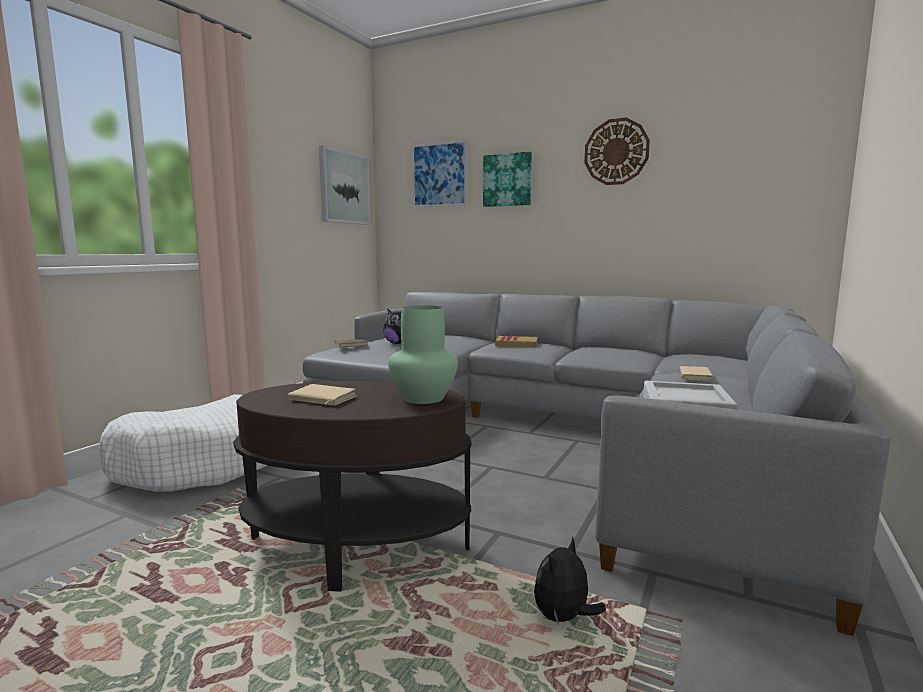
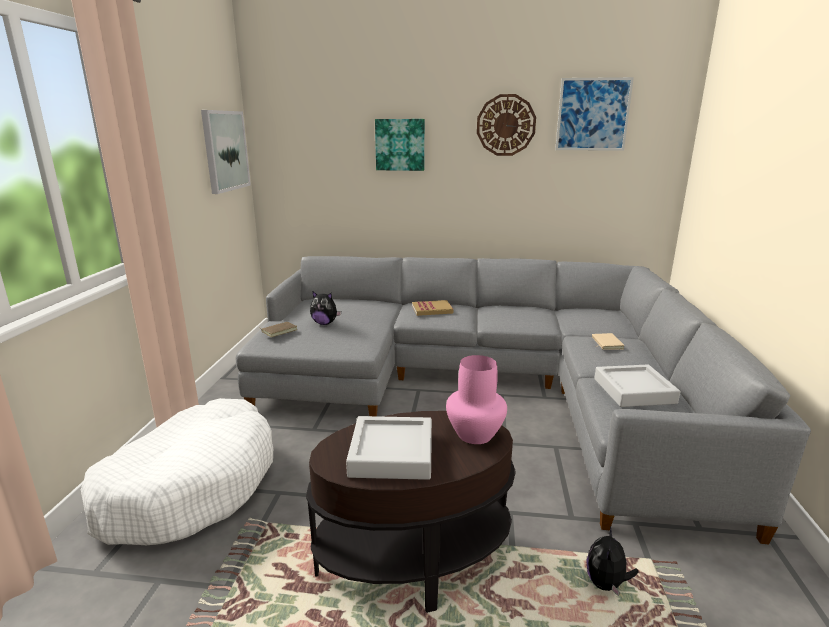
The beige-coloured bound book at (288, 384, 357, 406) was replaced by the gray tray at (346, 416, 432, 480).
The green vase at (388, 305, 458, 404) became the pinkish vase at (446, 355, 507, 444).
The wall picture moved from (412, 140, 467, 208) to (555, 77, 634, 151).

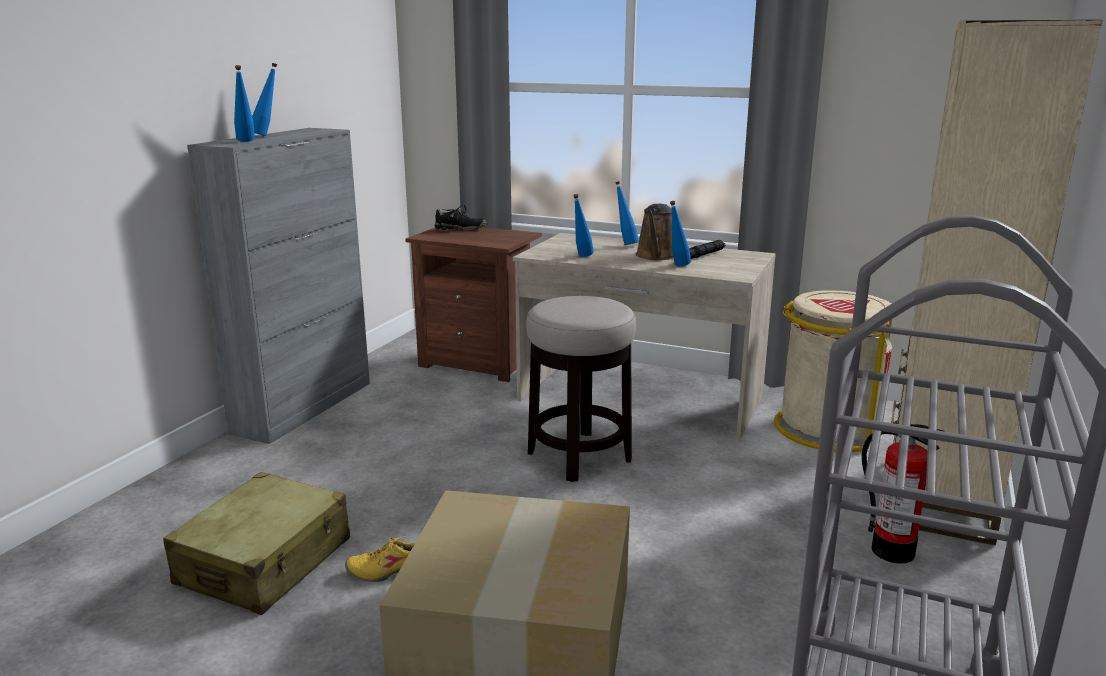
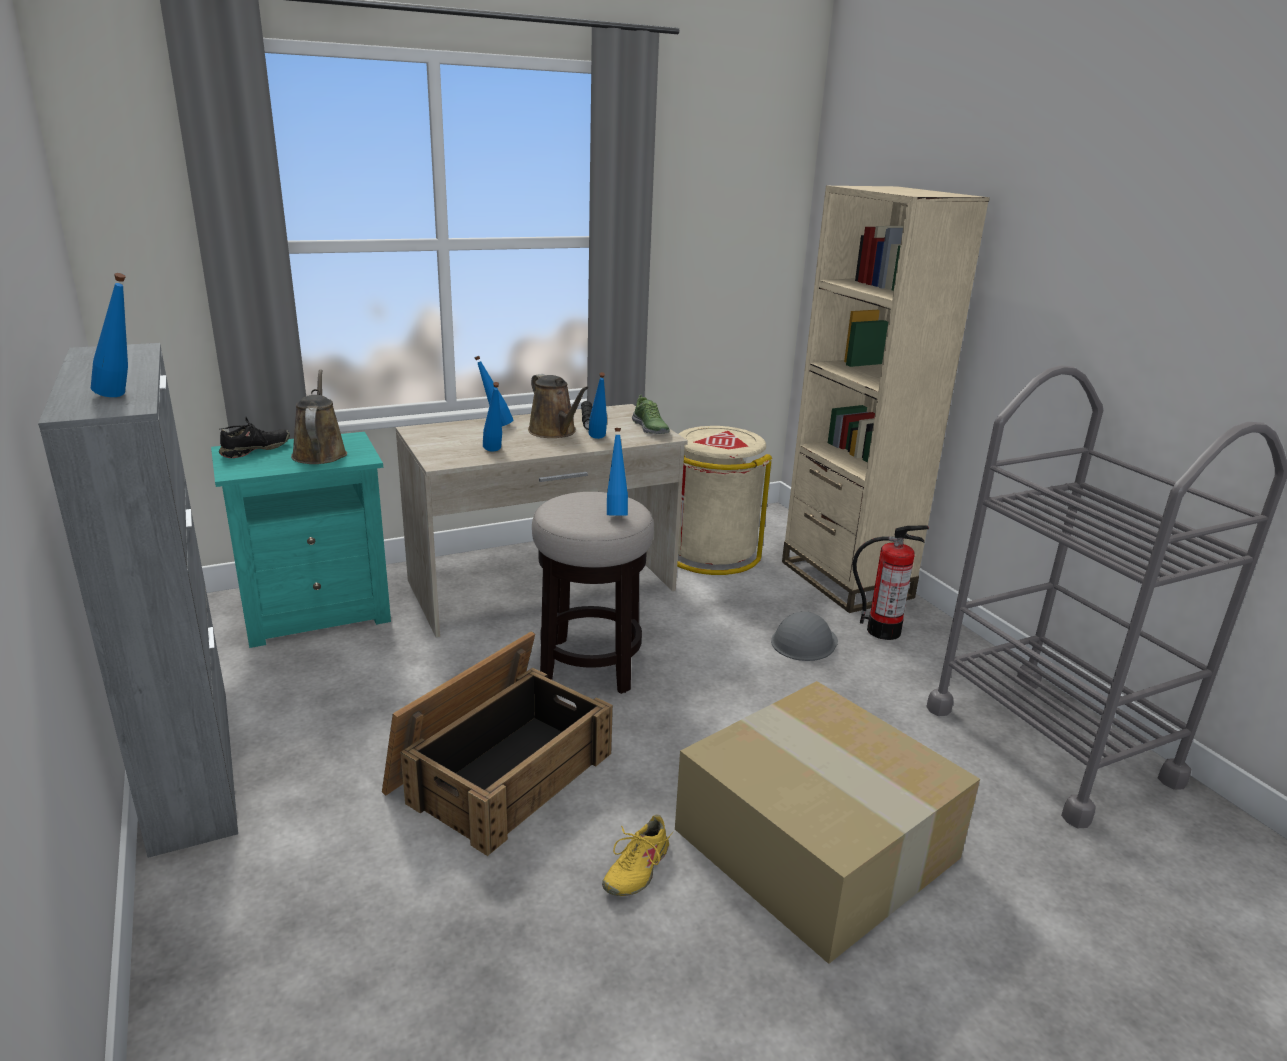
The brown-coloured bedside table at (405, 227, 542, 382) became the turquoise bedside table at (211, 432, 391, 648).
The brown-coloured watering can at (291, 369, 347, 464) appeared.
The shipping crate at (382, 631, 613, 856) appeared.
The blue drink bottle moved from (252, 63, 277, 136) to (607, 428, 628, 516).
The low shoe at (632, 395, 670, 434) appeared.
The gray safety helmet at (771, 611, 838, 661) appeared.
The beige-coloured travel case at (163, 472, 350, 615) disappeared.

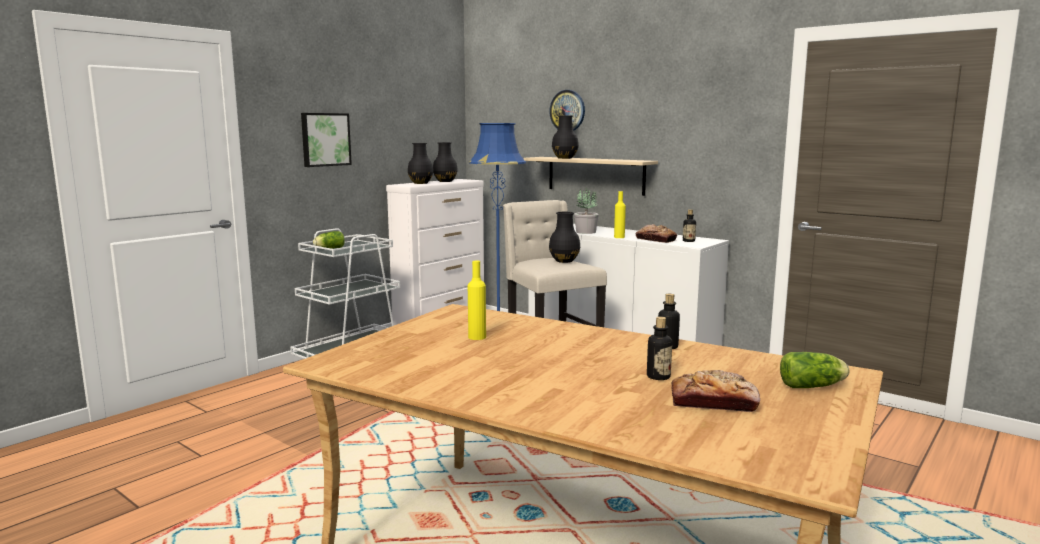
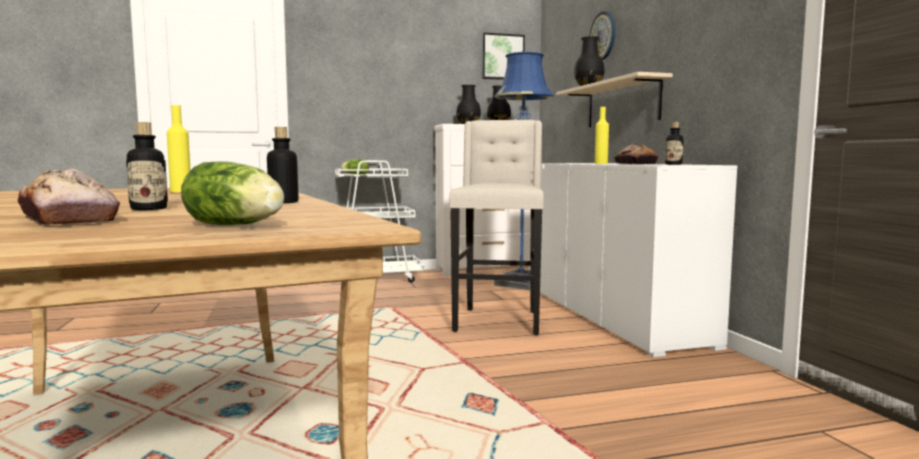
The wall picture moved from (301, 113, 352, 167) to (482, 32, 525, 80).
The blackish vase at (549, 212, 580, 263) disappeared.
The houseplant at (574, 188, 599, 234) disappeared.

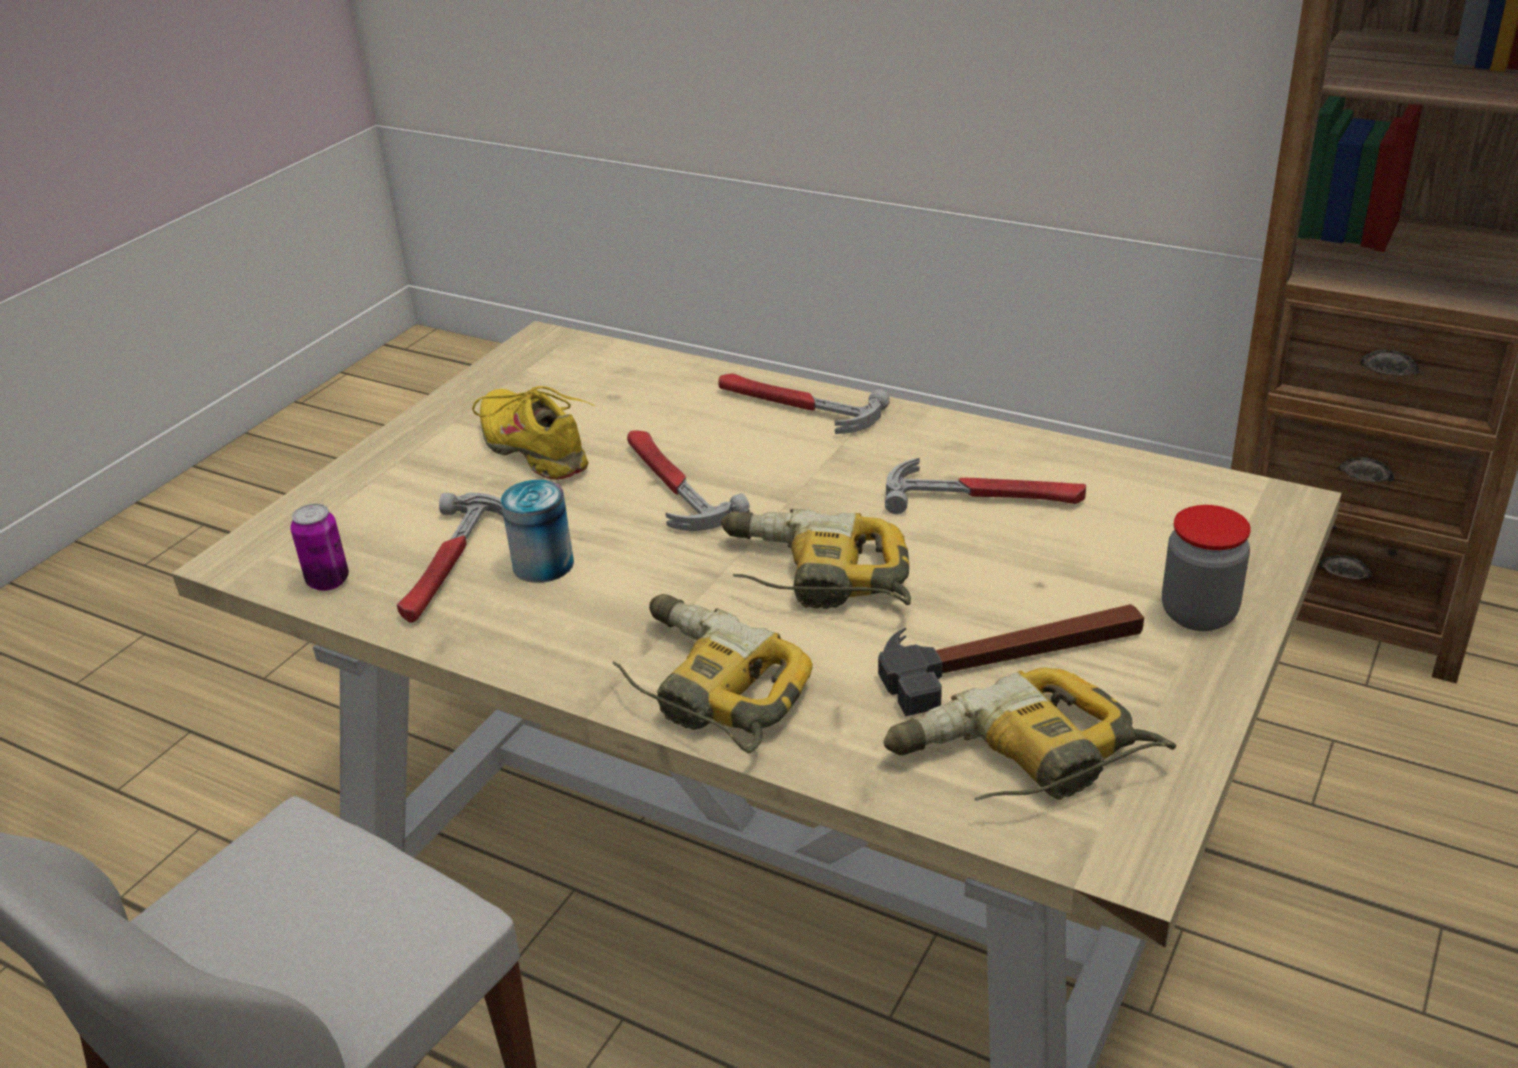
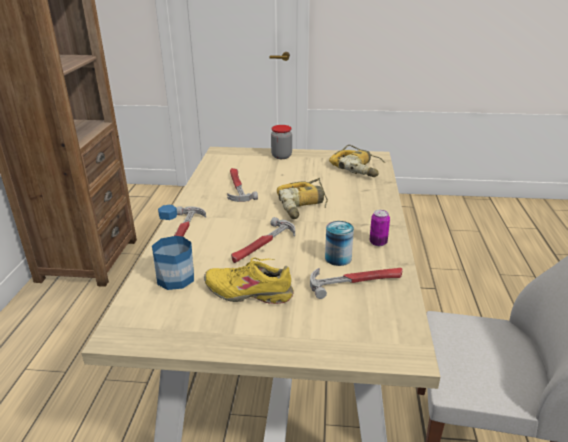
The drink bottle at (152, 205, 194, 290) appeared.
The yellow low shoe at (472, 386, 596, 480) turned 75 degrees clockwise.
The metal can moved from (290, 504, 349, 591) to (370, 210, 390, 246).
The power drill at (612, 594, 813, 753) disappeared.
The tool hammer at (878, 604, 1144, 716) disappeared.

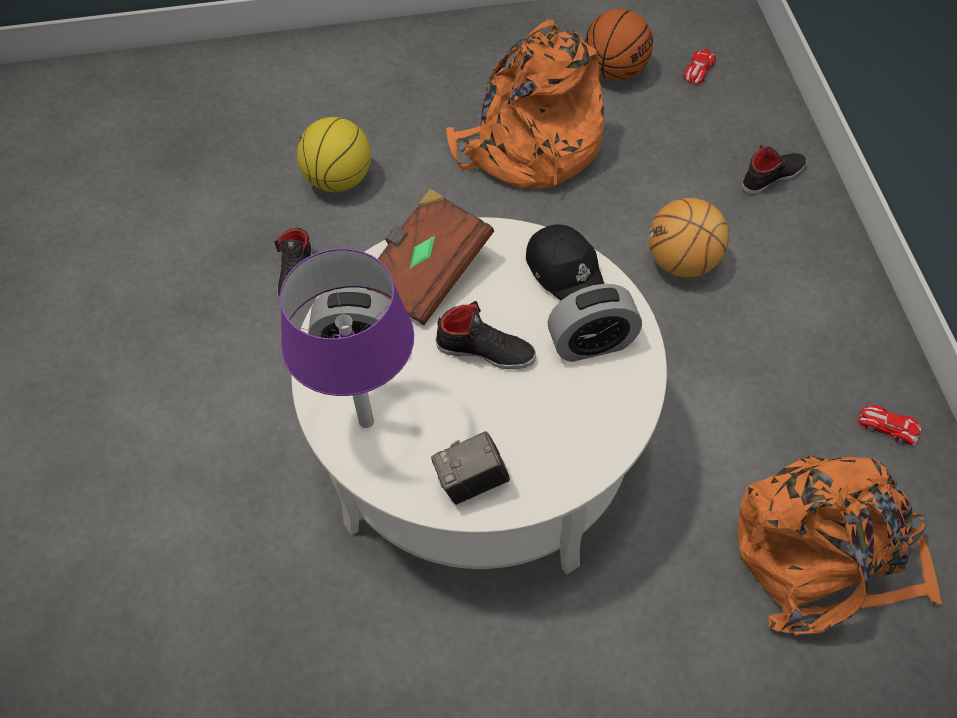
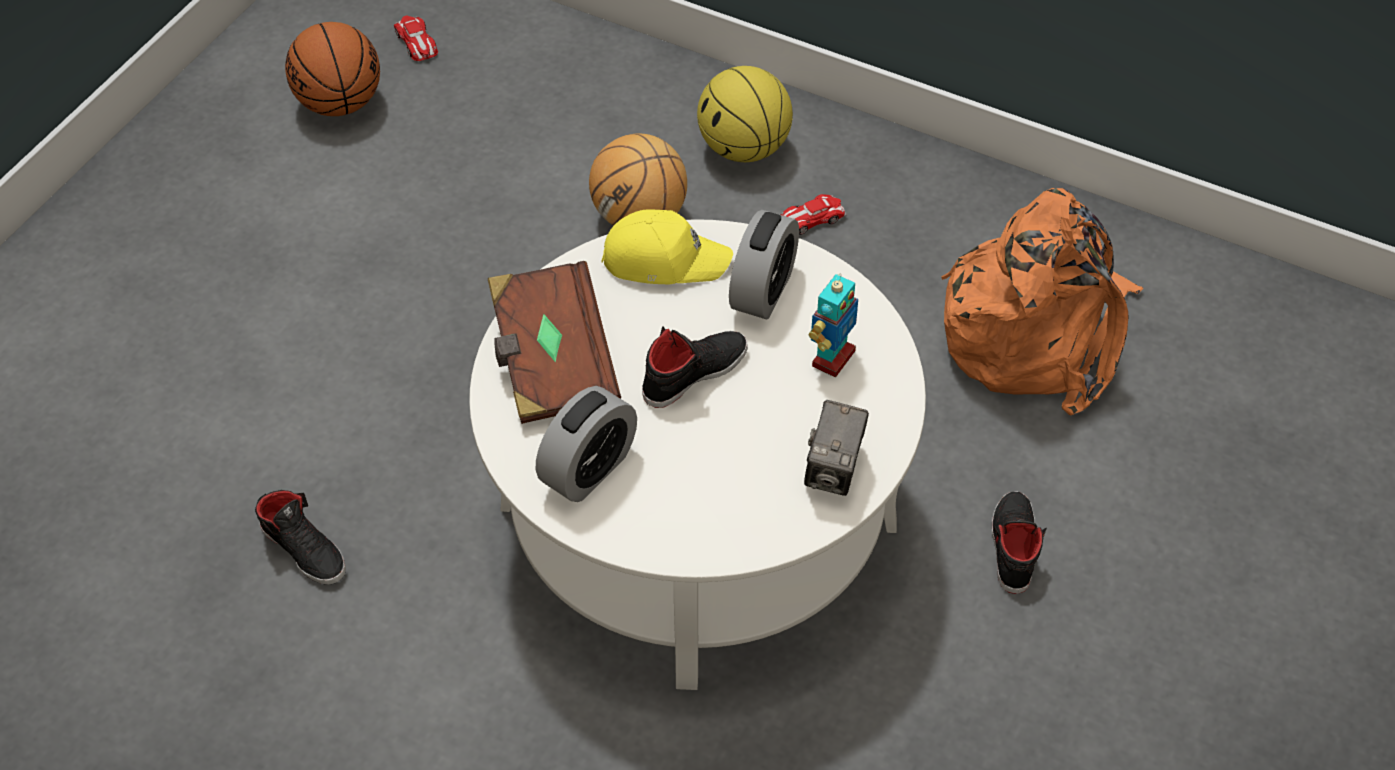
The blackish peaked cap at (526, 224, 604, 301) became the yellow peaked cap at (602, 210, 733, 284).
The ball for basketball moved from (297, 117, 371, 192) to (697, 66, 793, 162).
The model car moved from (858, 405, 921, 446) to (781, 194, 847, 235).
The robot figure at (809, 273, 858, 378) appeared.
The blackish low shoe moved from (742, 144, 807, 195) to (992, 491, 1047, 594).
The purplish table lamp at (280, 248, 414, 428) disappeared.
The orangey rucksack at (446, 20, 605, 189) disappeared.

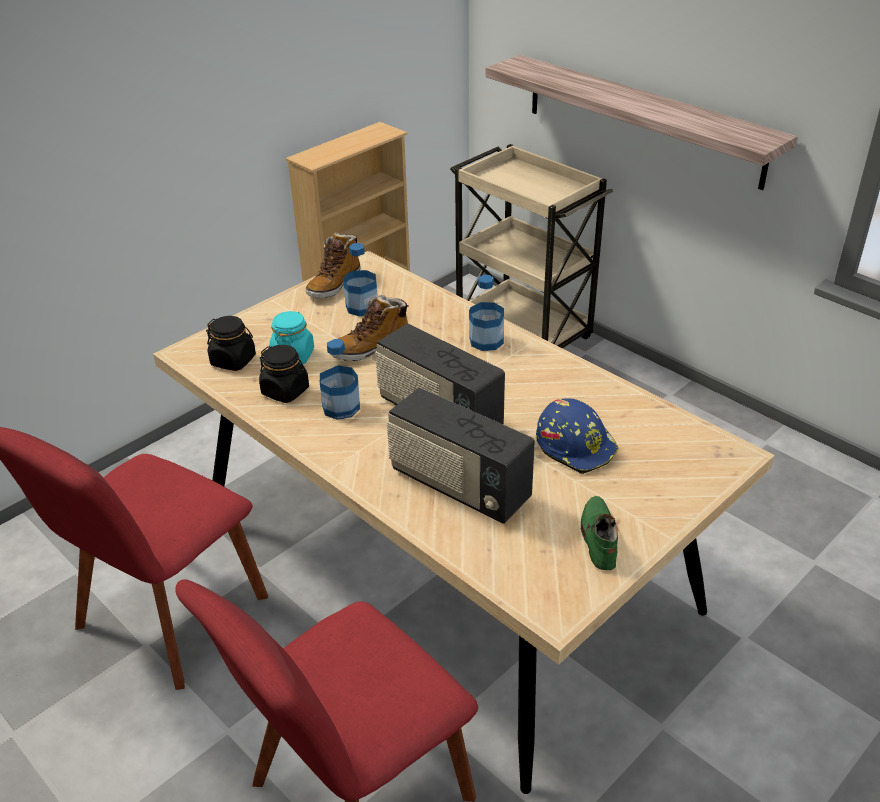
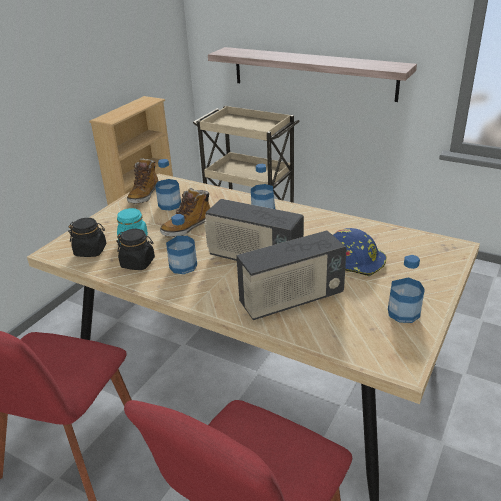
The radio at (387, 388, 535, 524) turned 45 degrees counterclockwise.
The green low shoe at (581, 496, 618, 570) was replaced by the drink bottle at (388, 255, 425, 323).

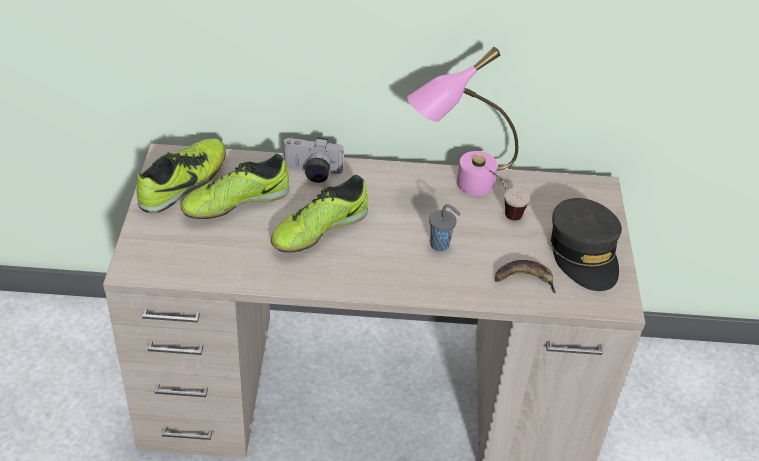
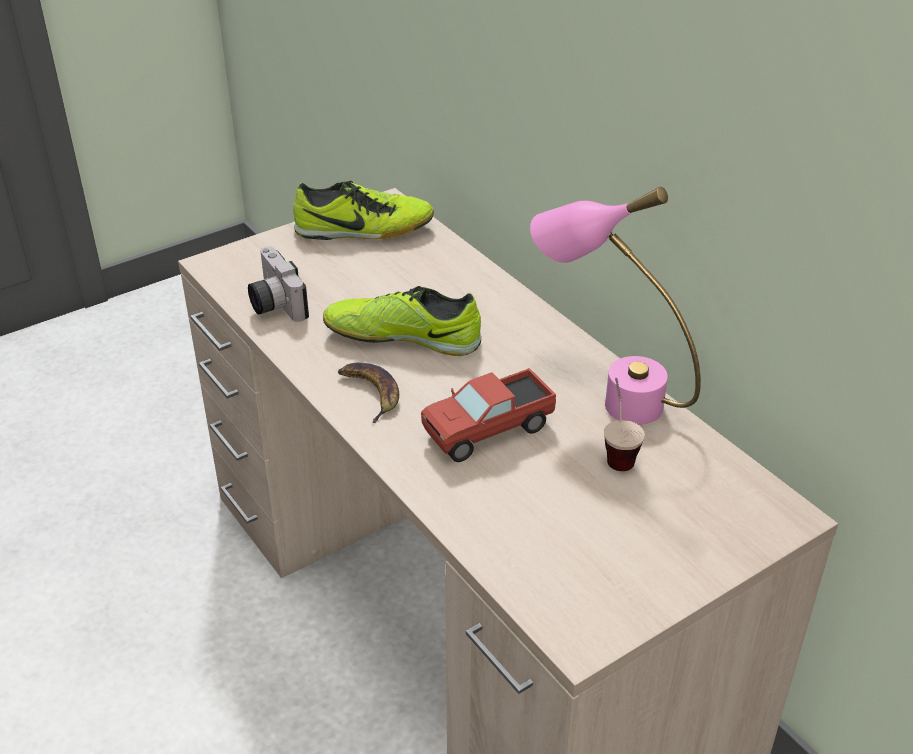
The still camera moved from (282, 138, 344, 183) to (248, 247, 309, 322).
The banana moved from (495, 260, 556, 293) to (338, 363, 399, 423).
The gray drinking cup at (429, 204, 461, 251) was replaced by the toy truck at (421, 368, 556, 462).
The low shoe at (181, 154, 289, 219) disappeared.
The gray peaked cap at (550, 198, 622, 291) disappeared.

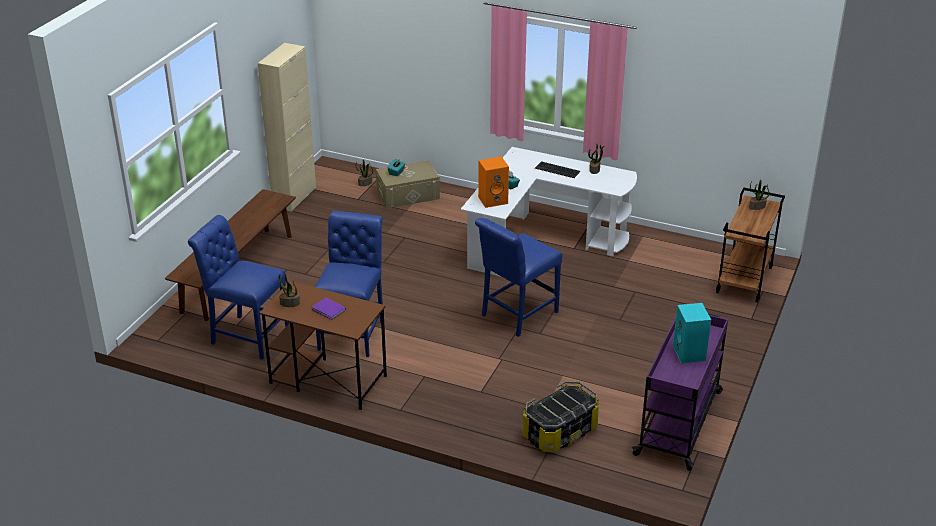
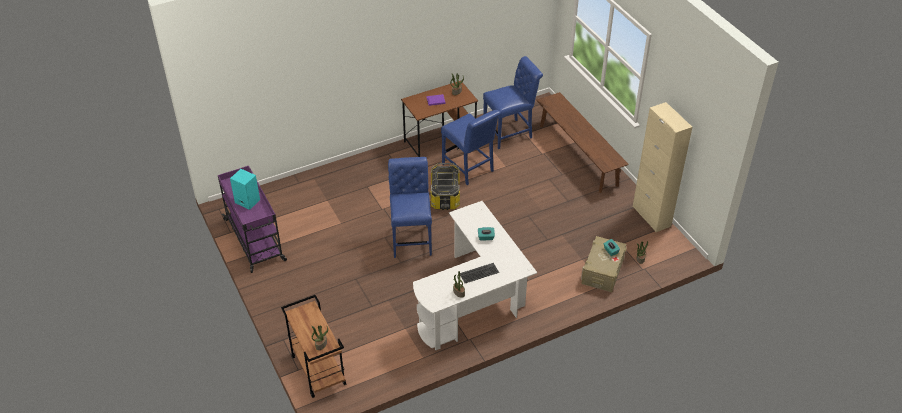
The storage box moved from (522, 381, 599, 453) to (431, 163, 460, 210).
The orangey audio speaker at (478, 157, 509, 208) disappeared.

